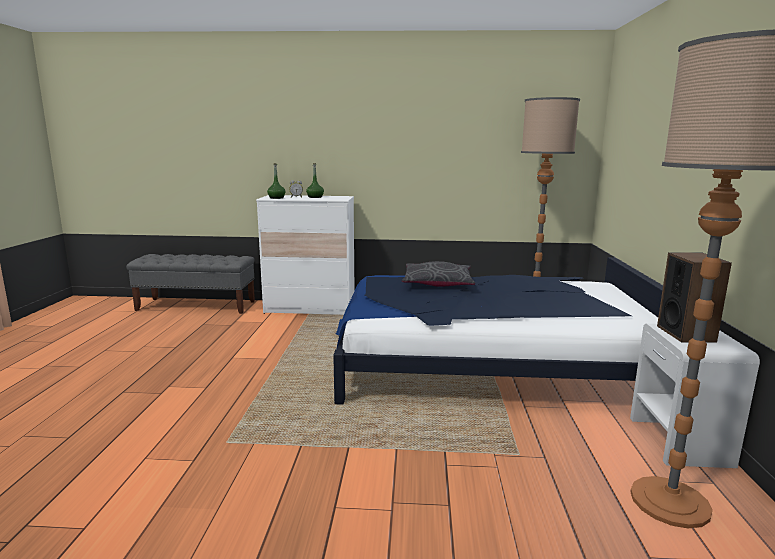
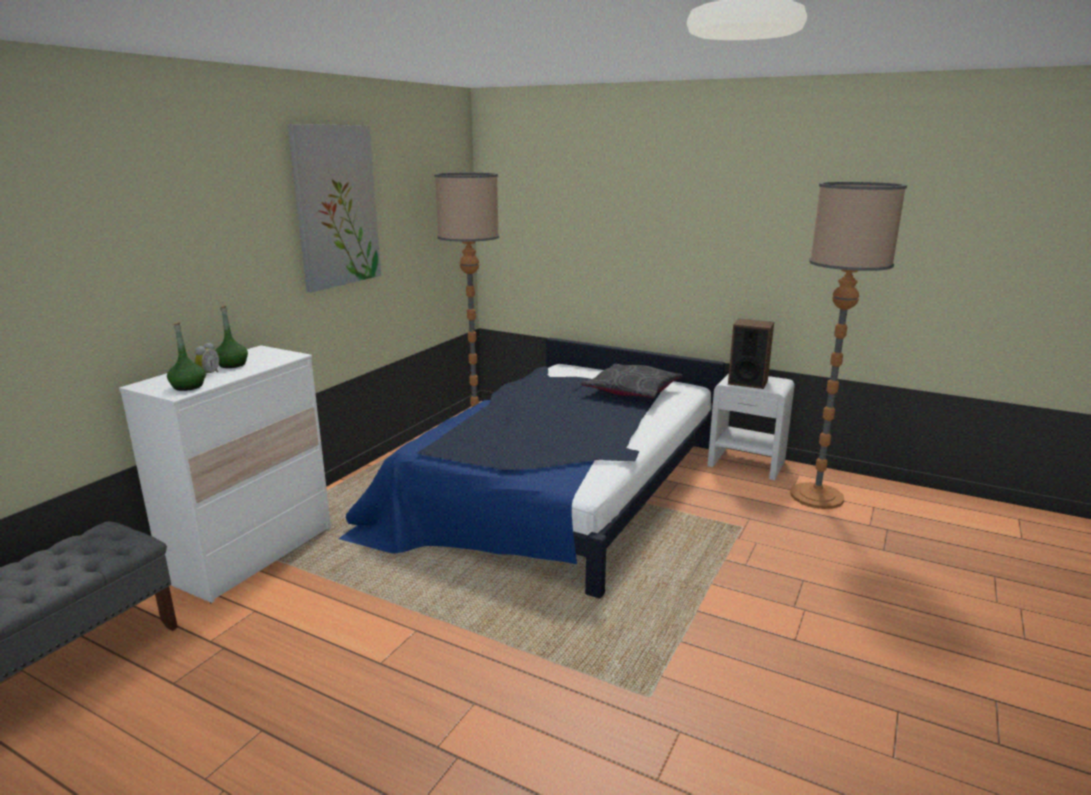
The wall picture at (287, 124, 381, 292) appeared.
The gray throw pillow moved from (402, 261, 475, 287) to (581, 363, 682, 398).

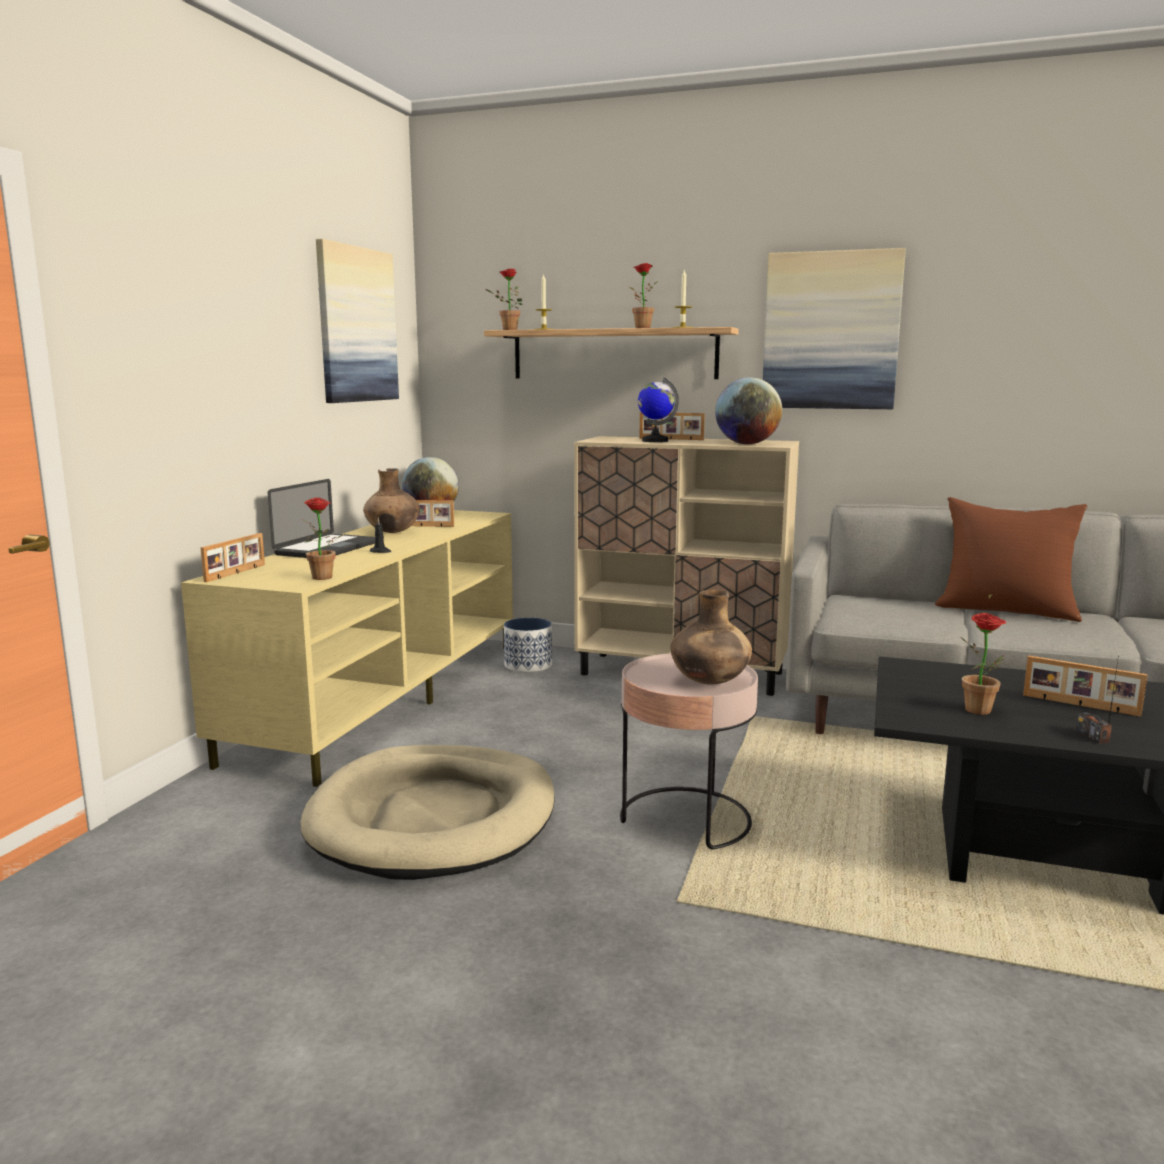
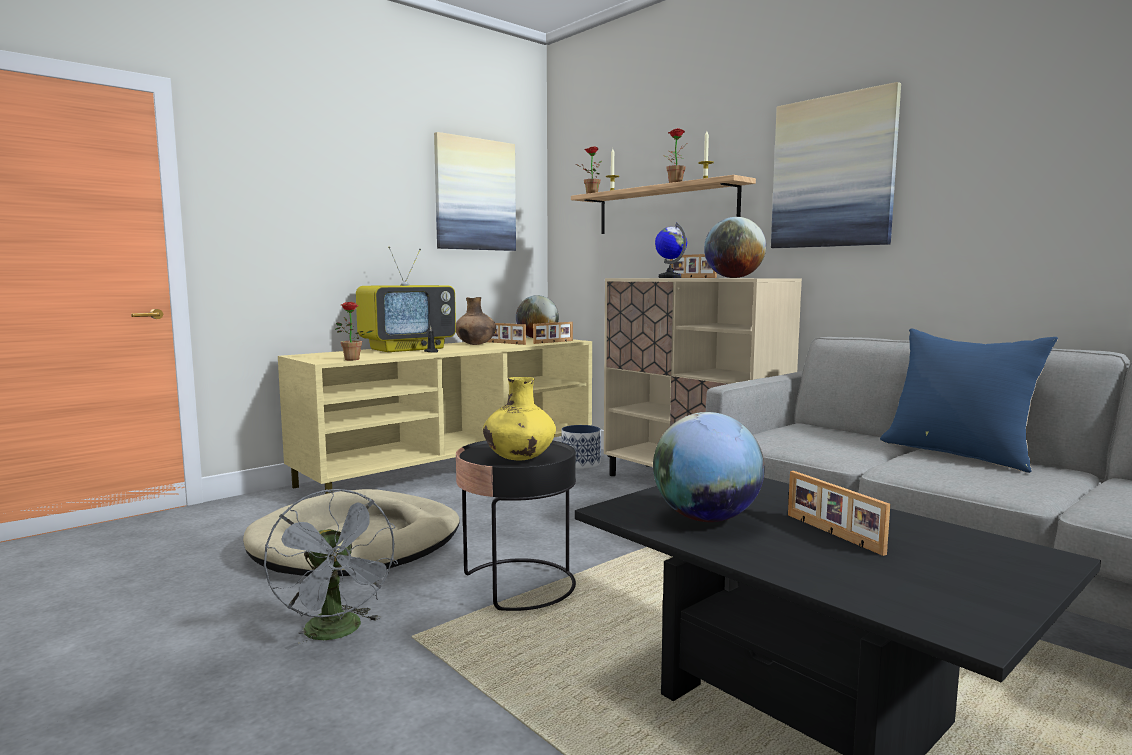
The gray electric fan at (264, 489, 398, 650) appeared.
The portable computer at (268, 479, 375, 558) was replaced by the TV set at (356, 246, 456, 352).
The pinkish accent table at (620, 653, 758, 849) became the blackish accent table at (456, 440, 576, 611).
The brown-coloured vase at (671, 590, 752, 685) became the yellow vase at (483, 377, 556, 461).
The standing frame moved from (201, 533, 265, 582) to (533, 322, 573, 344).
The houseplant at (961, 613, 1006, 715) was replaced by the globe at (653, 412, 765, 522).
The brown-coloured throw pillow at (935, 497, 1087, 622) became the blue throw pillow at (880, 328, 1058, 473).
The radio at (1076, 655, 1119, 744) disappeared.

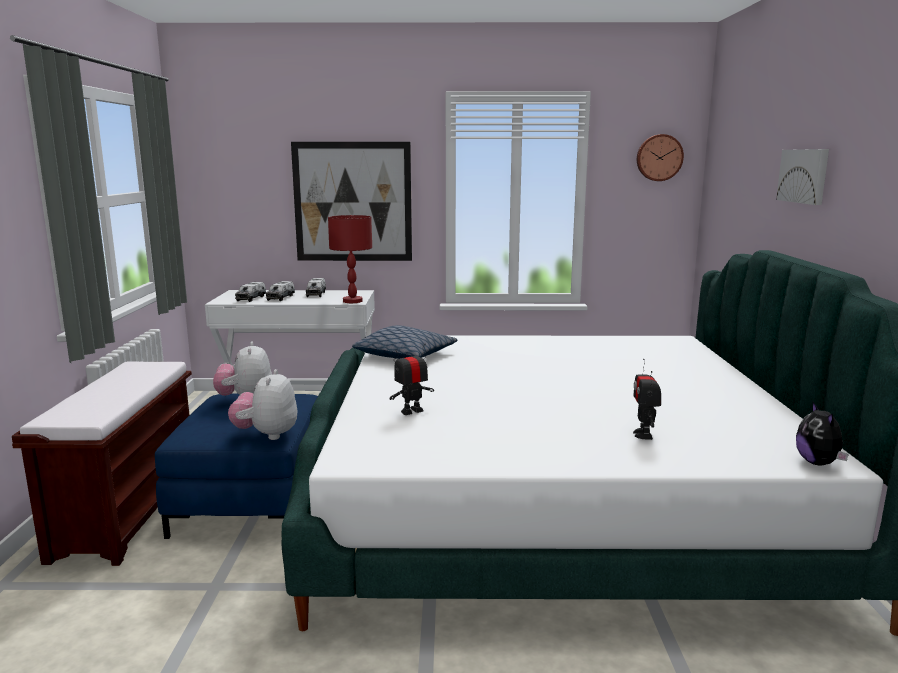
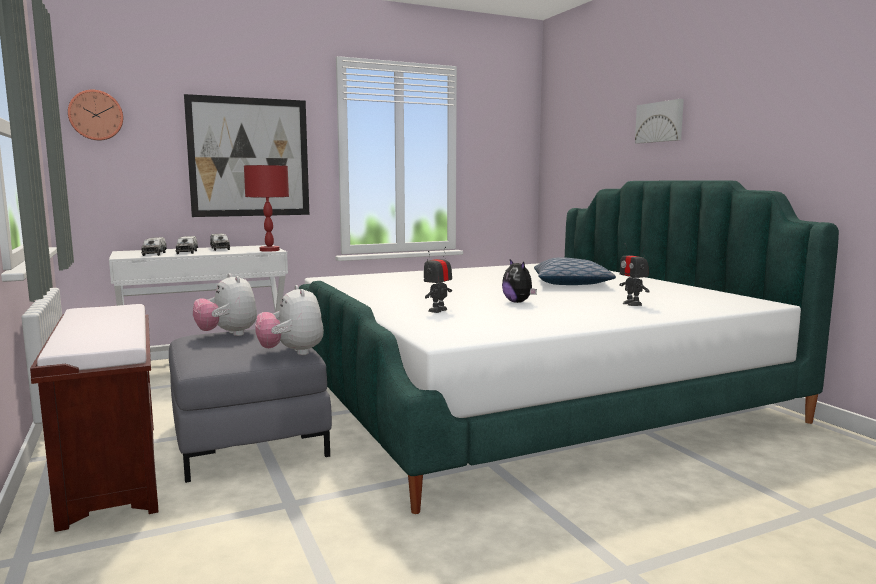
The clock on the wall moved from (637, 134, 684, 181) to (68, 90, 123, 141).
The blue pouffe at (155, 393, 318, 539) became the gray pouffe at (169, 329, 332, 483).
The soft toy moved from (796, 402, 849, 466) to (502, 259, 537, 303).
The throw pillow moved from (352, 325, 458, 359) to (534, 257, 616, 285).

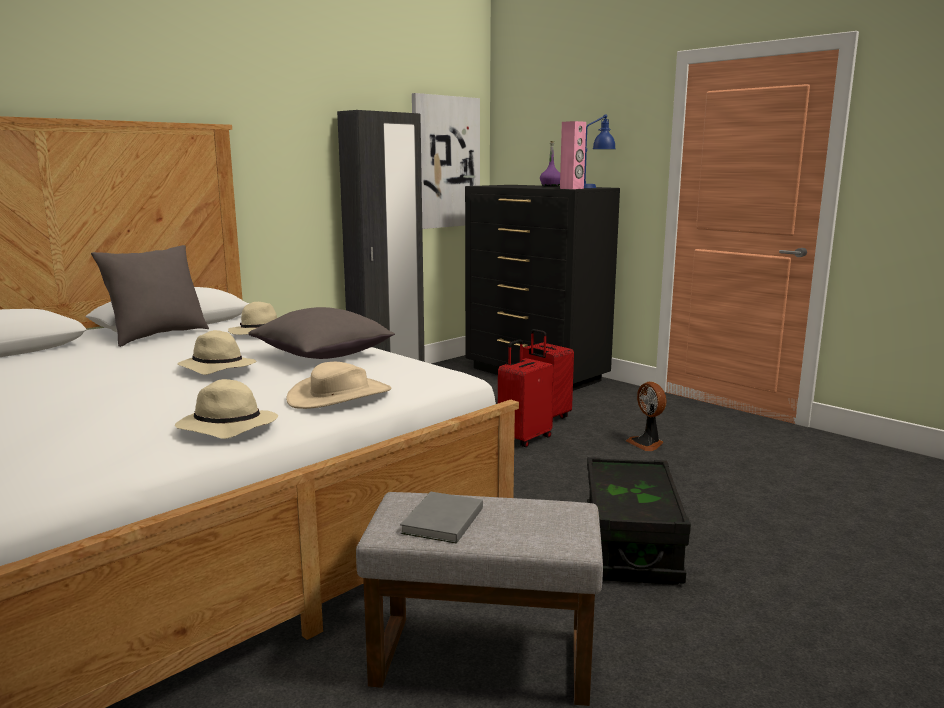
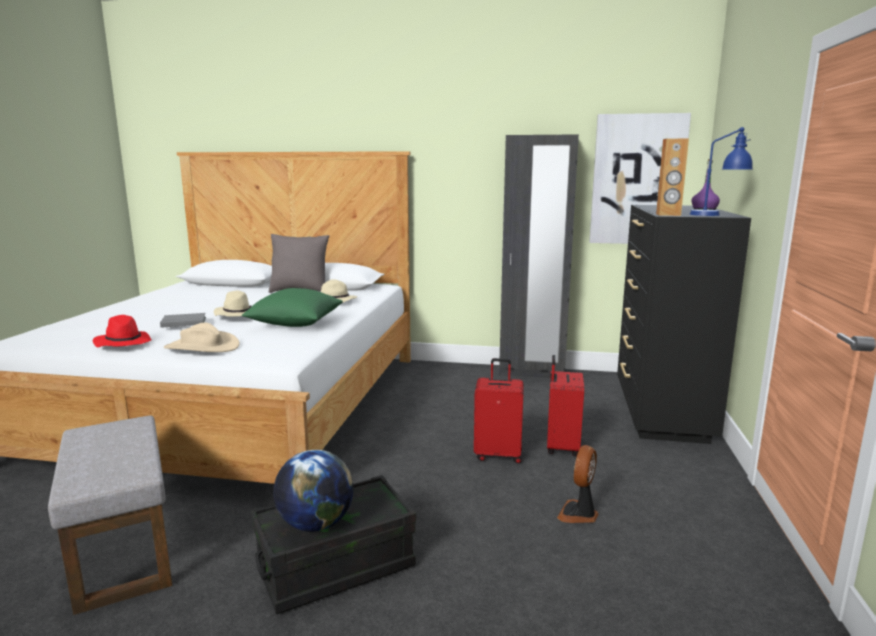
The beige-coloured clothing hat at (175, 379, 278, 439) became the reddish clothing hat at (93, 315, 151, 348).
The gray bound book moved from (400, 492, 483, 544) to (160, 313, 206, 328).
The gray throw pillow at (248, 307, 395, 359) became the green throw pillow at (242, 288, 343, 327).
The globe at (273, 450, 354, 532) appeared.
The pinkish audio speaker at (560, 121, 586, 189) became the brown-coloured audio speaker at (656, 138, 689, 216).

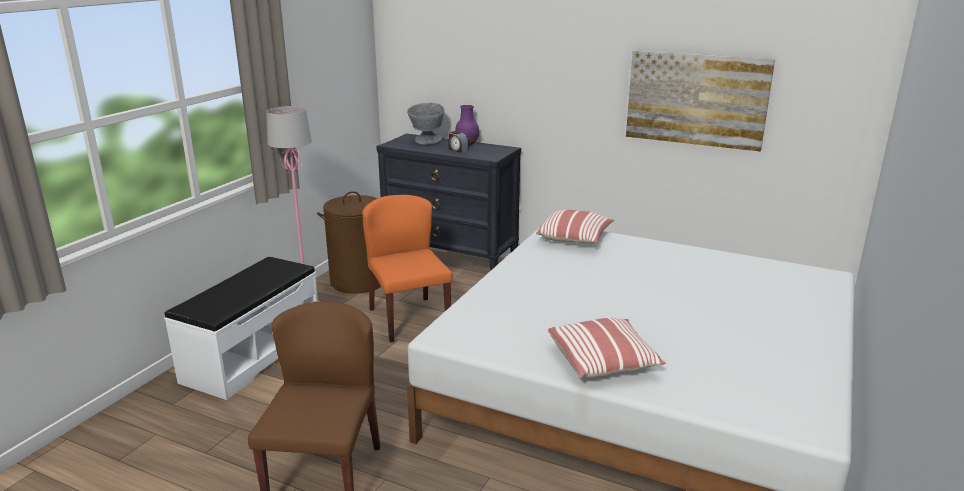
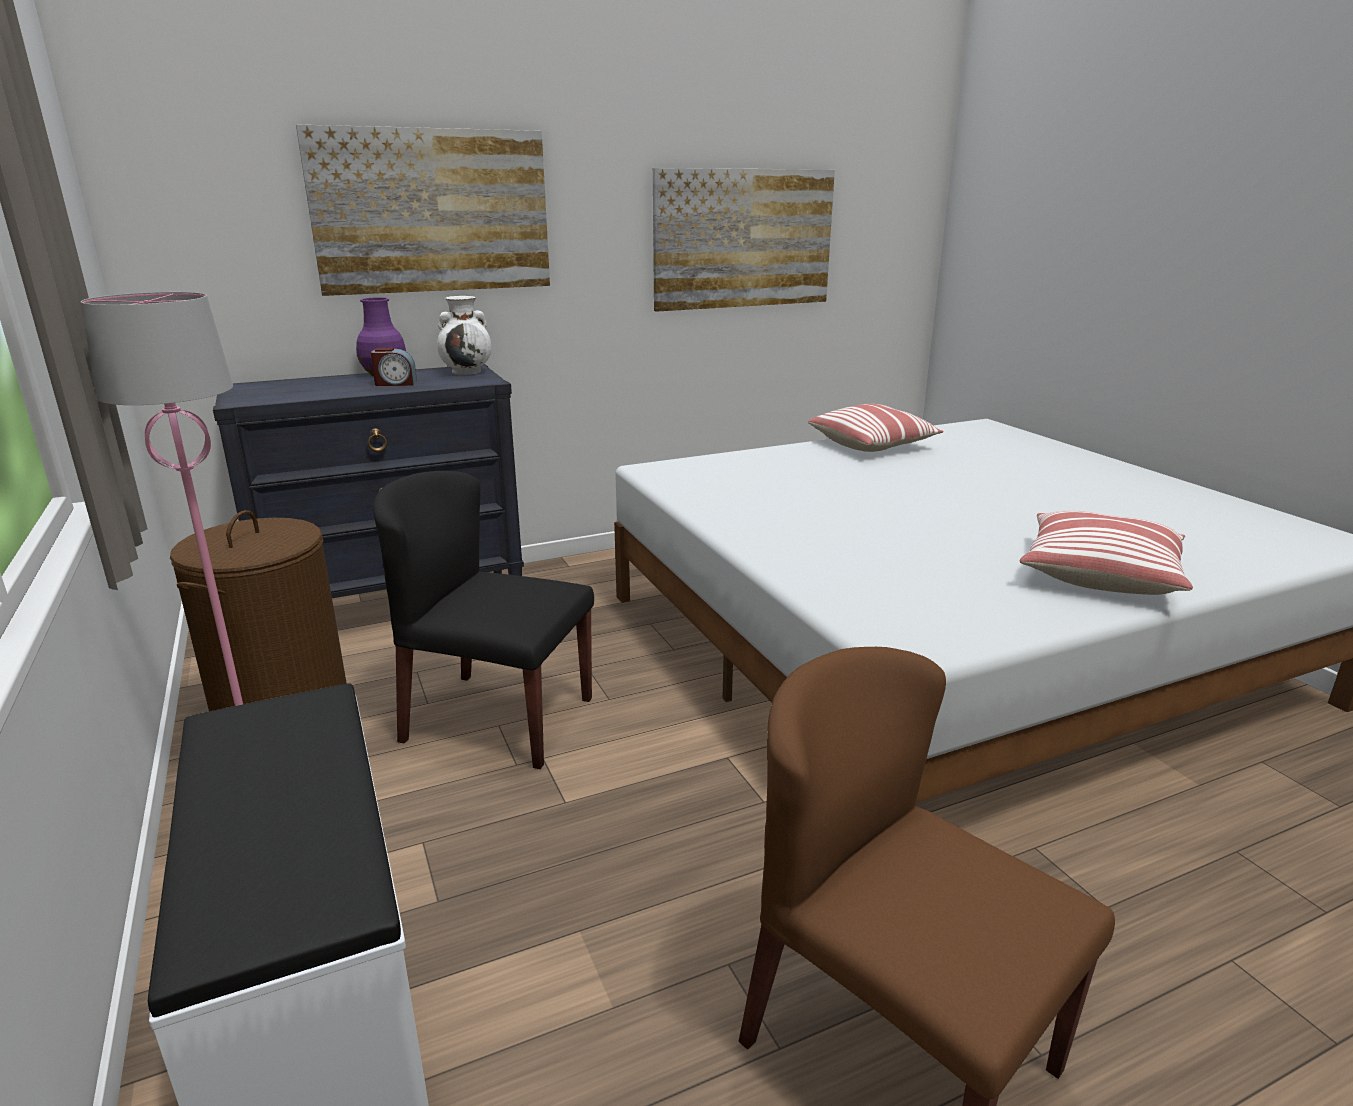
The wall picture at (296, 124, 550, 296) appeared.
The orangey chair at (362, 195, 453, 342) became the blackish chair at (373, 471, 594, 769).
The white vase at (437, 296, 491, 375) appeared.
The throw pillow moved from (536, 210, 614, 243) to (808, 404, 944, 452).
The gray bowl at (407, 103, 444, 145) disappeared.

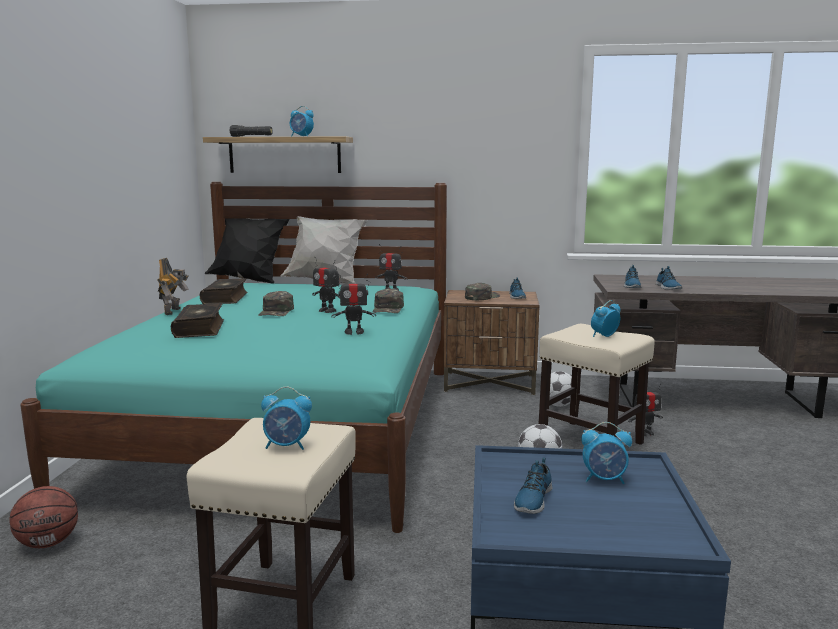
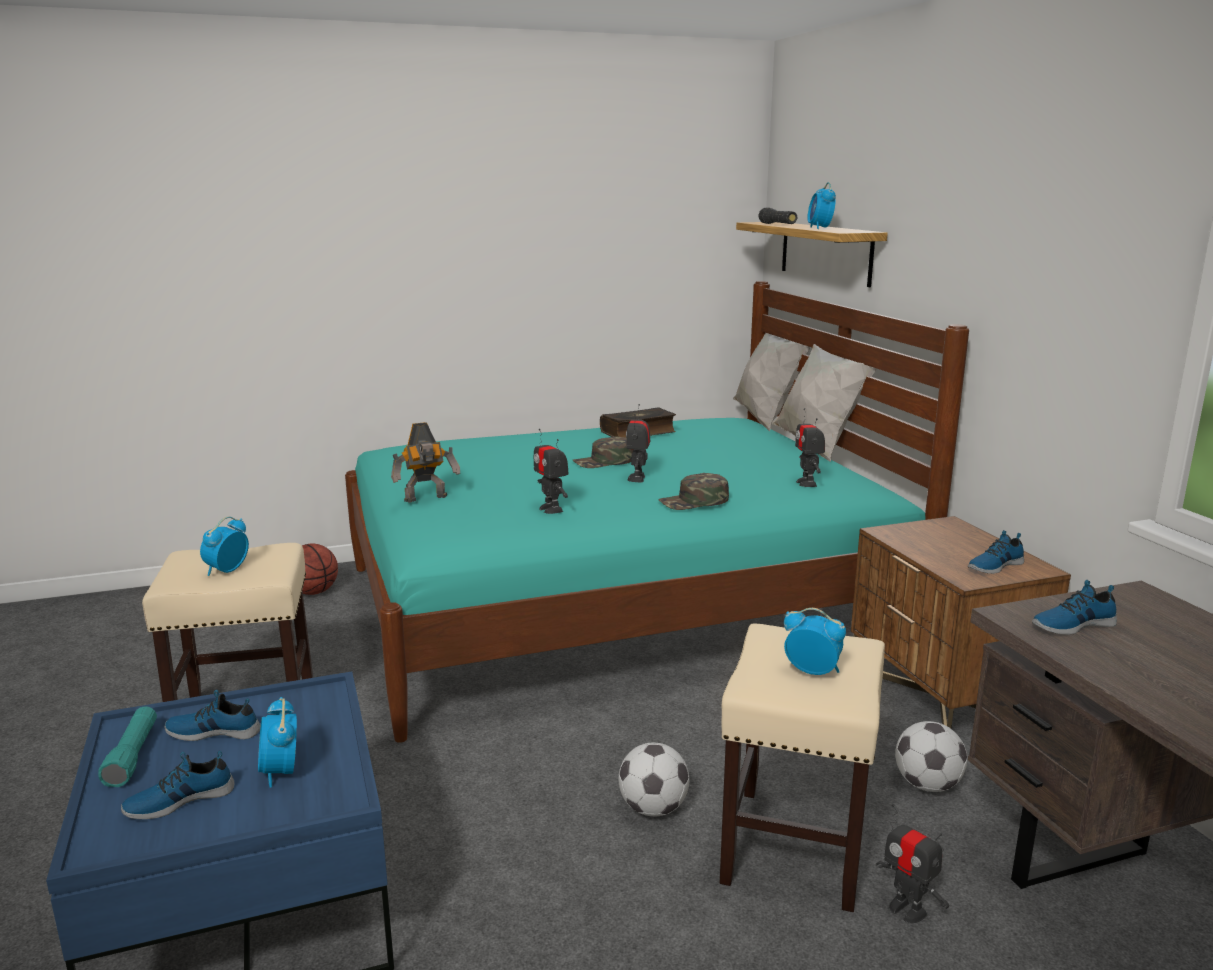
The turquoise flashlight at (98, 706, 157, 787) appeared.
The low shoe moved from (656, 266, 682, 290) to (121, 751, 235, 819).
The bedside clock at (261, 386, 312, 450) turned 45 degrees clockwise.
The robot figure moved from (157, 258, 188, 315) to (391, 422, 460, 503).
The blackish throw pillow at (205, 218, 290, 284) became the white throw pillow at (733, 333, 811, 431).
The bound book at (171, 303, 224, 338) disappeared.
The green peaked cap at (465, 283, 500, 300) disappeared.

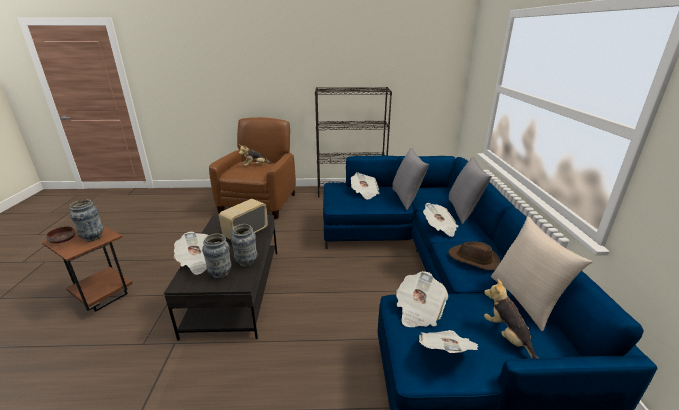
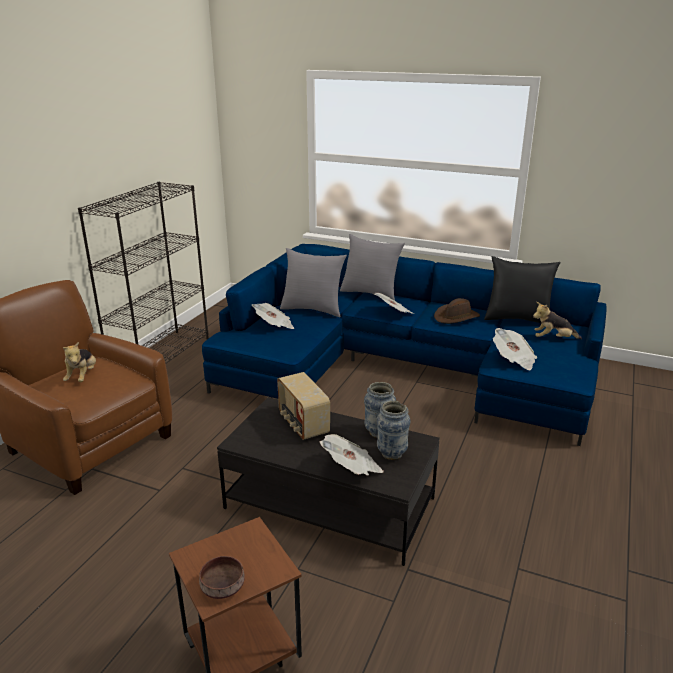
The beige-coloured throw pillow at (491, 216, 593, 331) became the blackish throw pillow at (484, 256, 560, 324).
The vase at (69, 199, 104, 242) disappeared.
The newspaper at (419, 330, 478, 353) disappeared.

